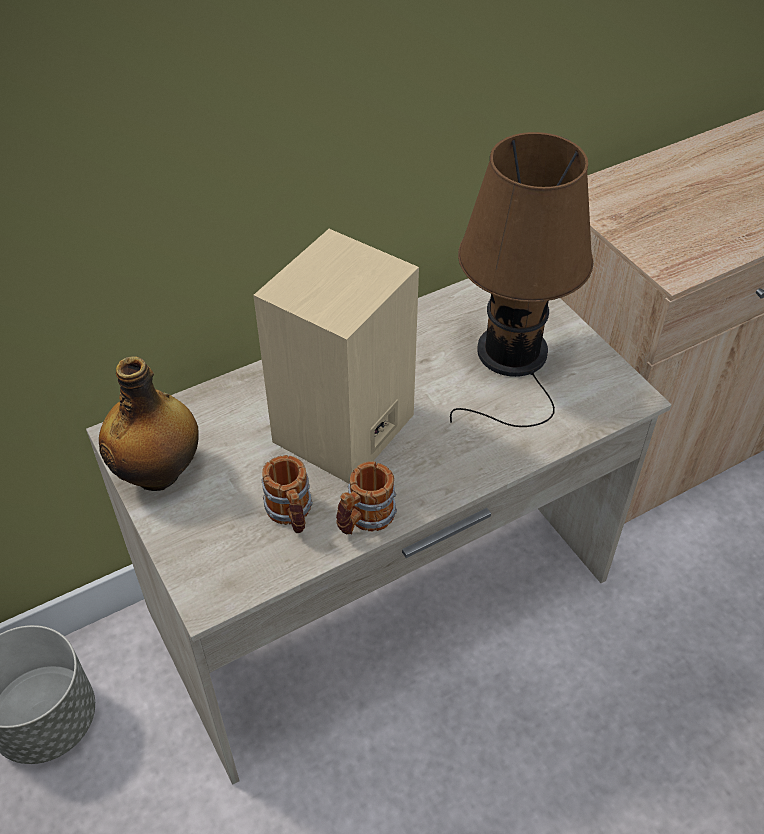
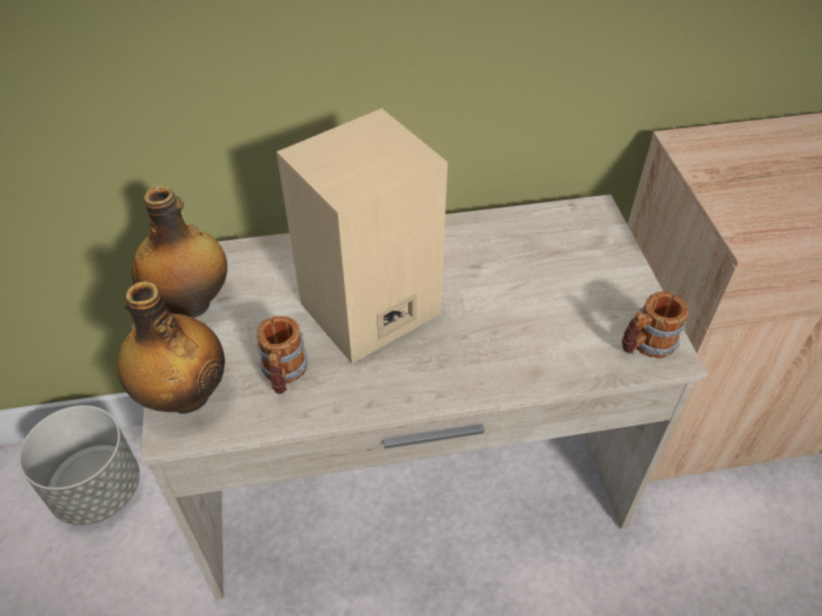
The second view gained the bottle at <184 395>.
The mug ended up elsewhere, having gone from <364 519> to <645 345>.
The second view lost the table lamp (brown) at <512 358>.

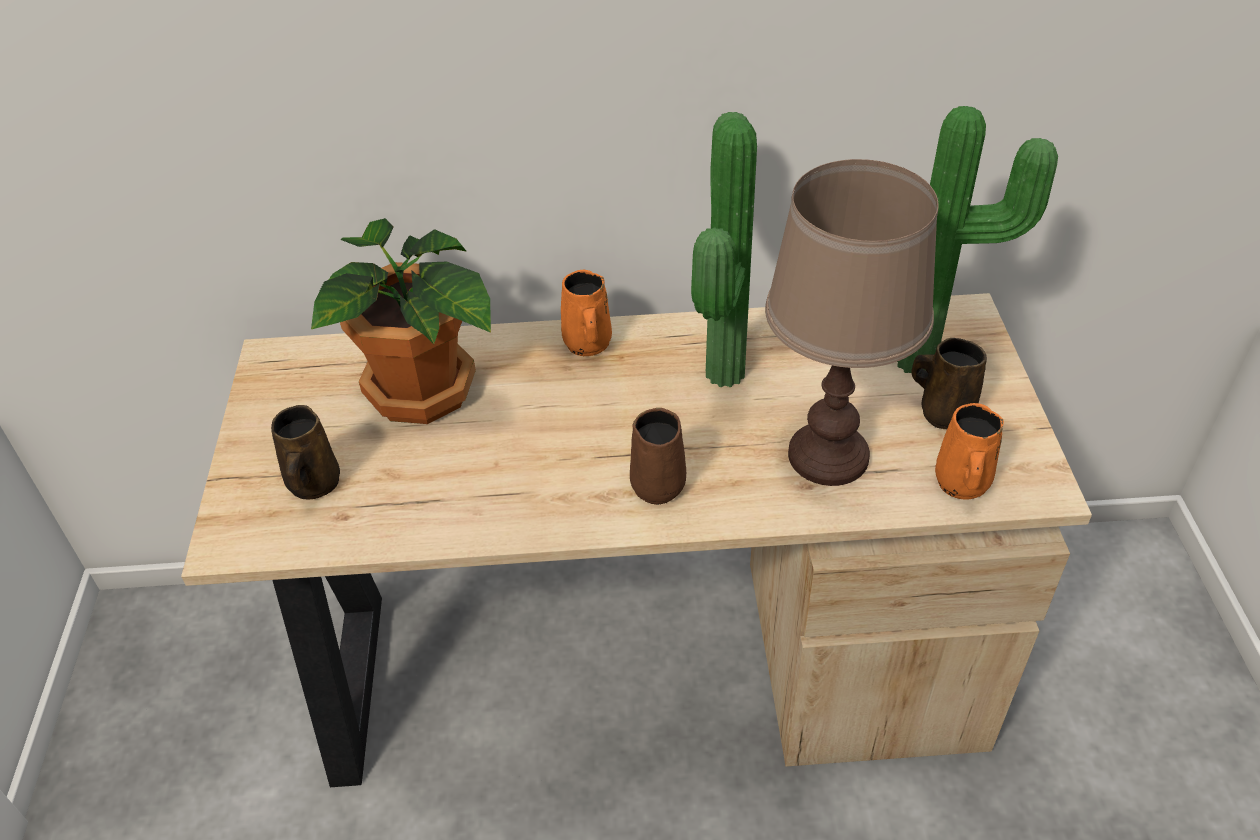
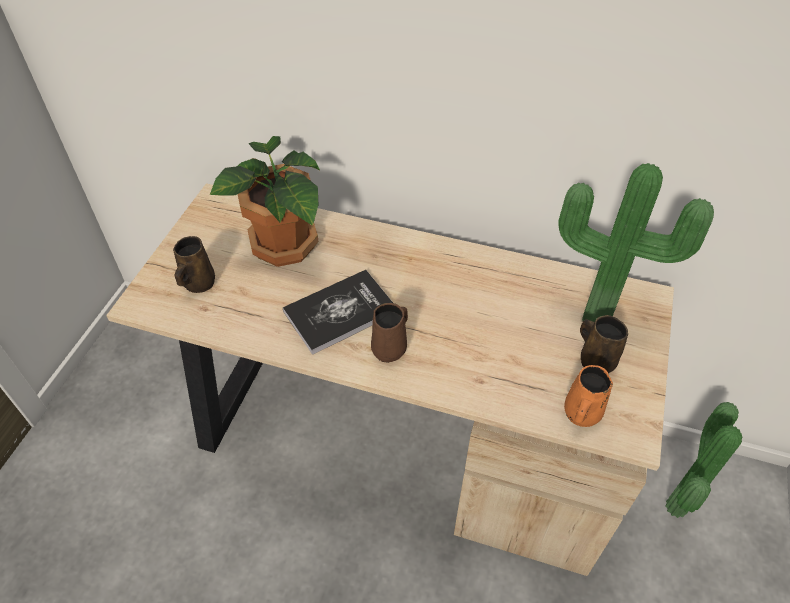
The second view gained the book at <340 312>.
The potted plant ended up elsewhere, having gone from <716 373> to <671 505>.
The second view lost the mug (orange) at <587 345>.
The second view lost the table lamp (brown) at <829 455>.

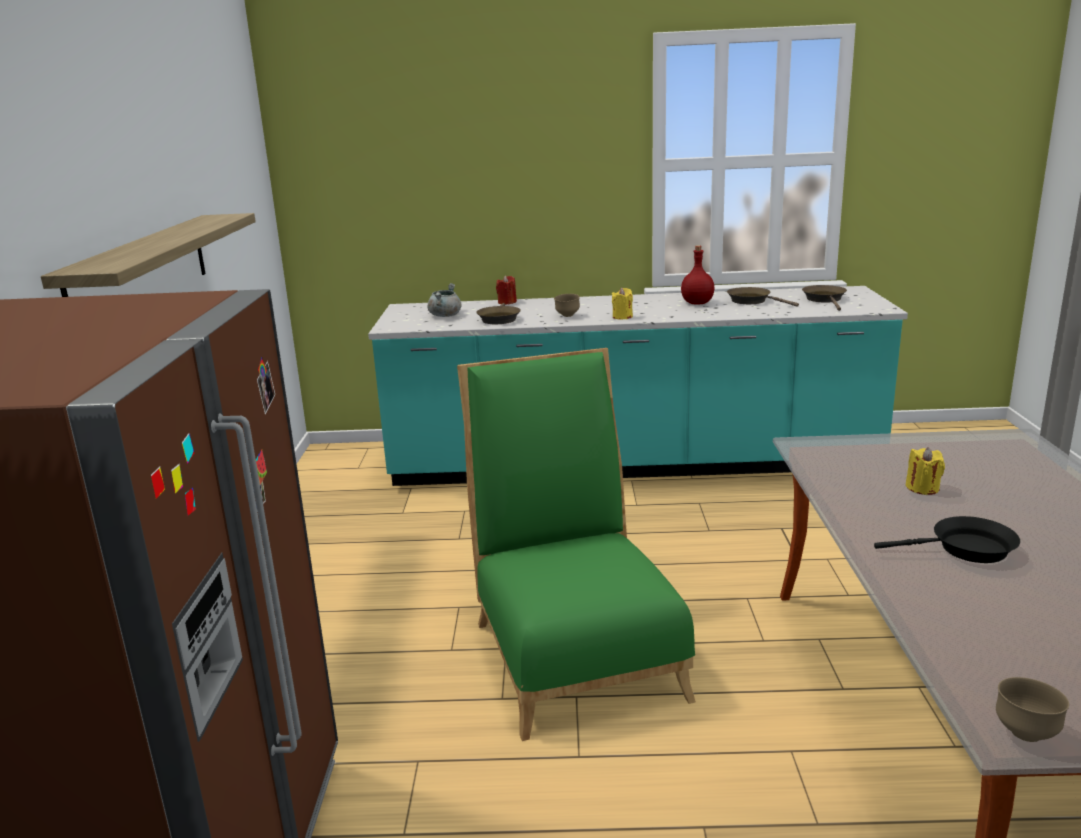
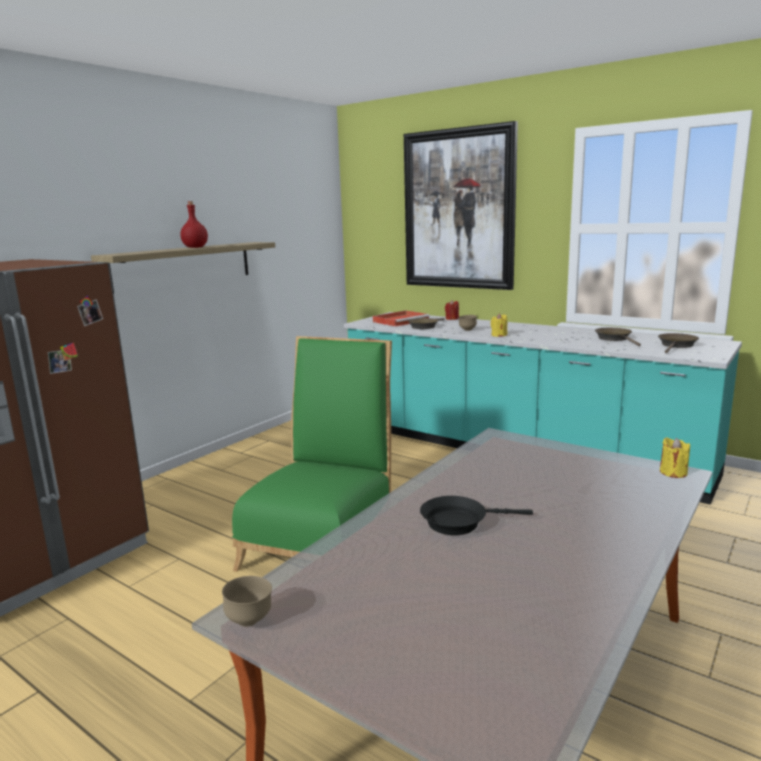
The bottle (red) ended up elsewhere, having gone from <696 303> to <195 247>.
Where the cooking pot (grey) stood at <445 315>, the tray (red) came to stand at <401 321>.
The second view gained the picture at <458 210>.
The frying pan (black) at <966 549> ended up facing another way, 135 degrees clockwise from before.
The candle (yellow) ended up elsewhere, having gone from <922 488> to <673 472>.

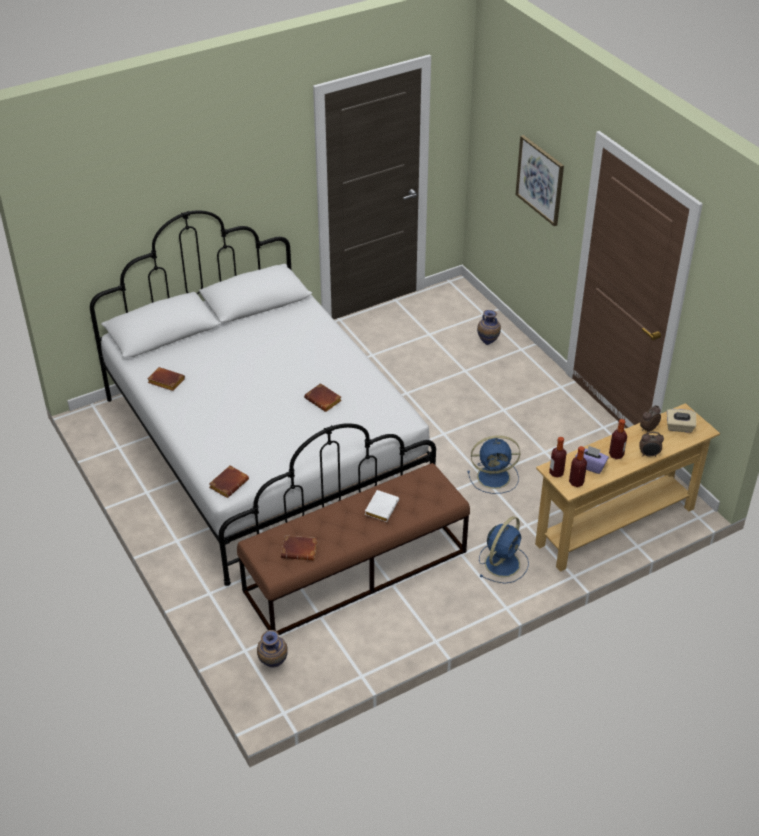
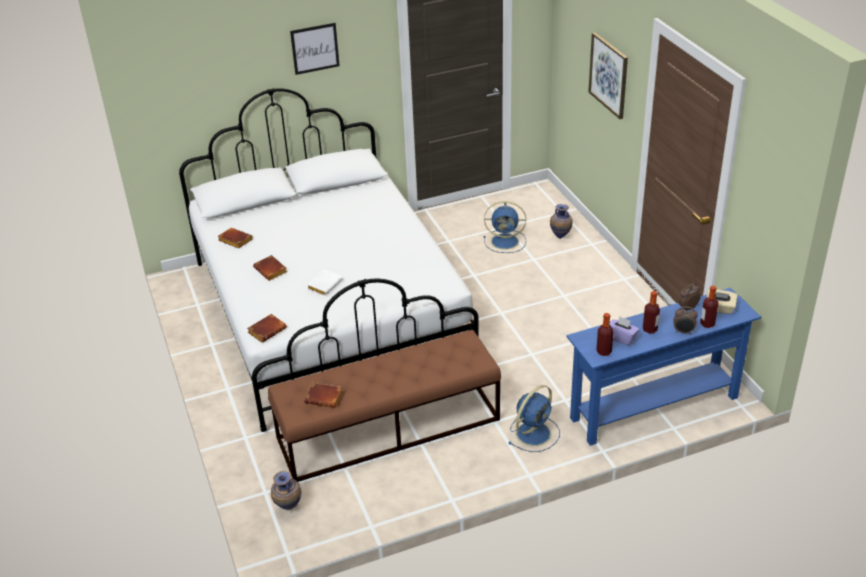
The book (brown) ended up elsewhere, having gone from <324 400> to <272 270>.
The second view gained the picture at <315 48>.
The book (white) ended up elsewhere, having gone from <381 507> to <324 284>.
The fan (blue) ended up elsewhere, having gone from <495 477> to <506 241>.
What was the console table (beige) at <616 526> turned into the console table (blue) at <654 408>.
The bottle ended up elsewhere, having gone from <556 473> to <707 324>.

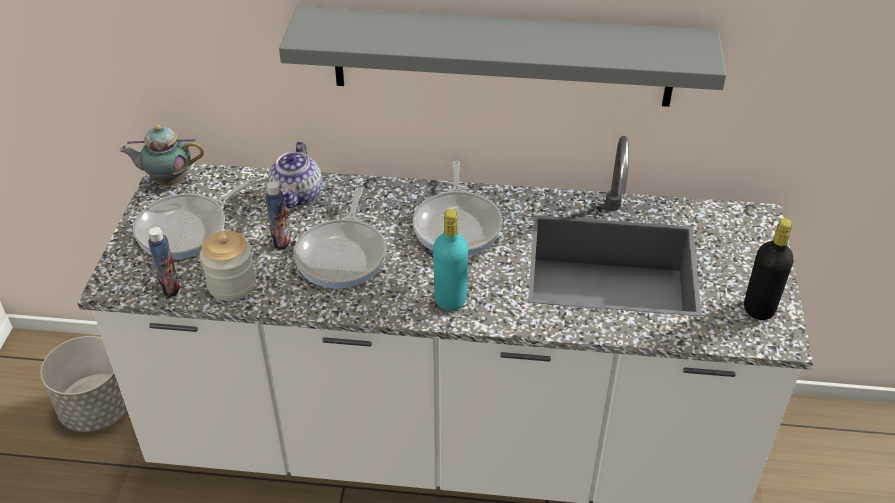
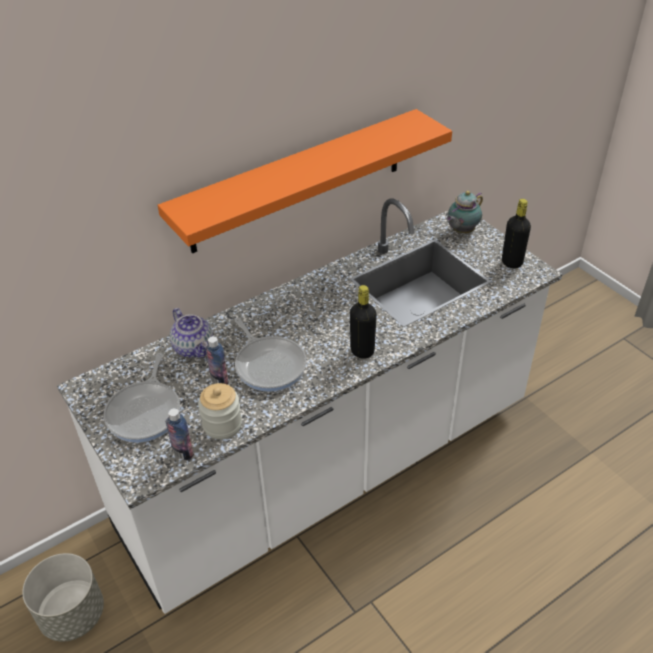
What was the shelf (grey) at <502 57> turned into the shelf (orange) at <298 181>.
What was the bottle (turquoise) at <450 299> turned into the bottle (black) at <362 351>.
The teapot ended up elsewhere, having gone from <168 180> to <461 231>.
The second view lost the frying pan at <458 225>.

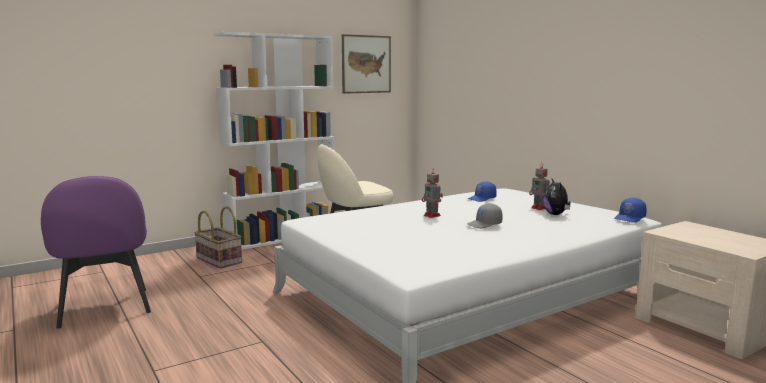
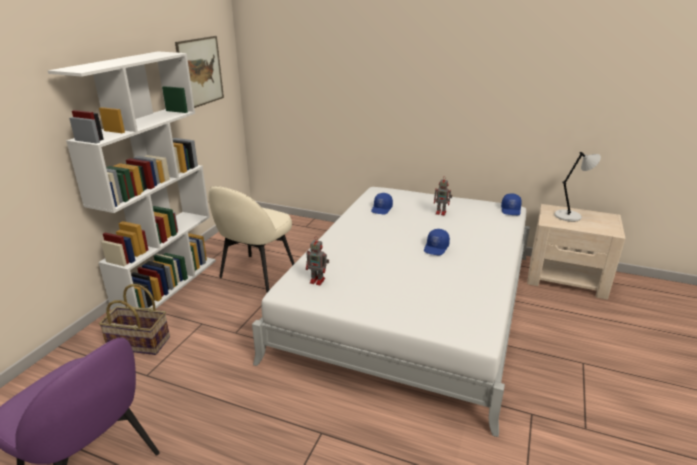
The toy robot ended up elsewhere, having gone from <432 216> to <318 281>.
What was the cap (grey) at <484 224> turned into the cap (blue) at <436 248>.
The second view gained the table lamp (grey) at <569 216>.
The second view lost the plush toy at <556 214>.

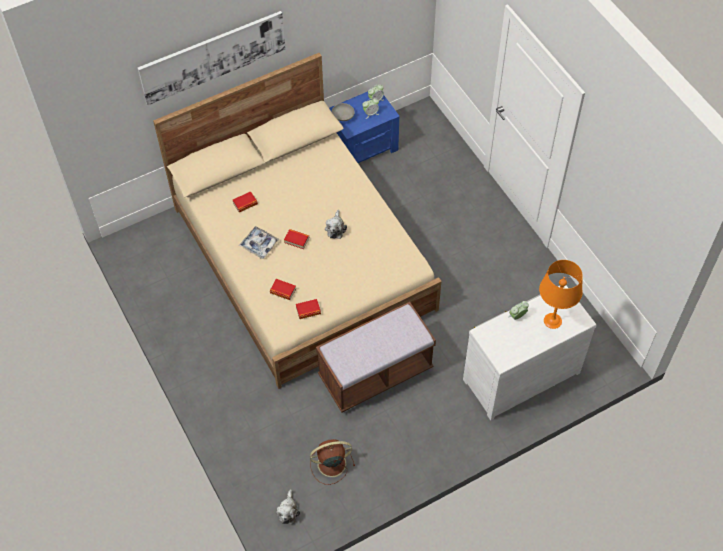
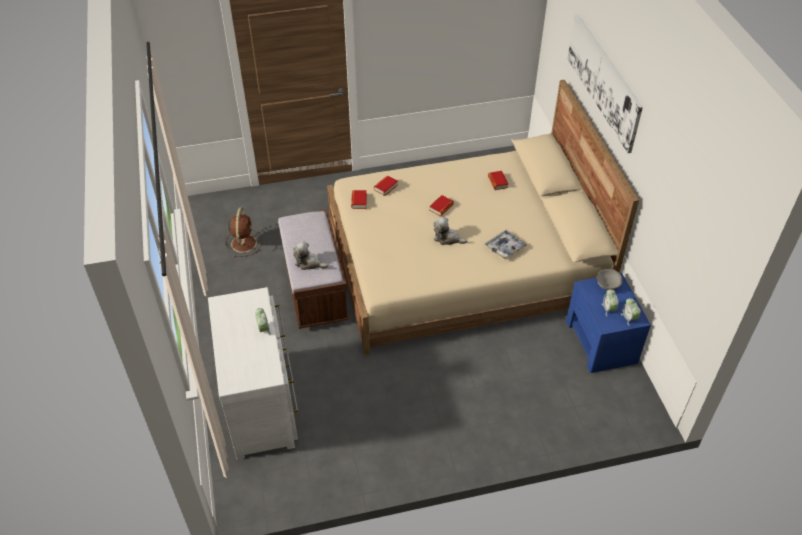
The plush toy ended up elsewhere, having gone from <288 511> to <309 263>.
The tray ended up elsewhere, having gone from <259 244> to <505 247>.
The second view lost the table lamp (orange) at <552 321>.

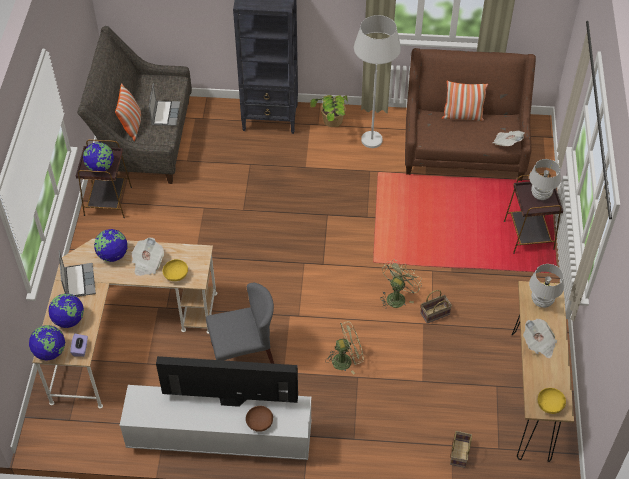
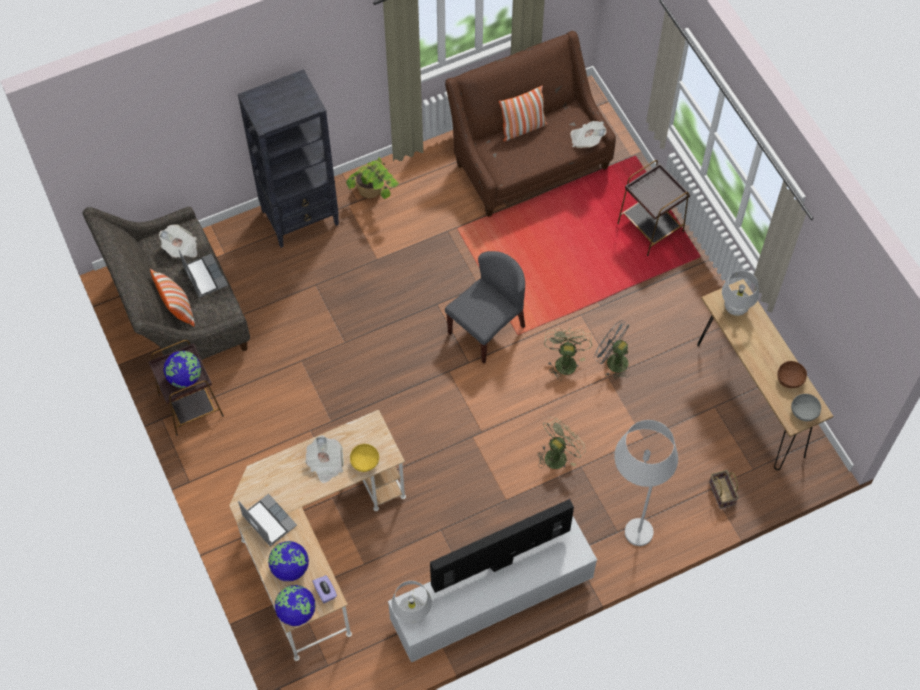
The newspaper ended up elsewhere, having gone from <538 344> to <181 248>.
The table lamp (white) ended up elsewhere, having gone from <540 195> to <412 614>.
The chair (grey) ended up elsewhere, having gone from <243 356> to <486 329>.
Where the basket stood at <434 314>, the fan (grey) came to stand at <612 361>.
The floor lamp (white) ended up elsewhere, having gone from <372 131> to <631 519>.
The bowl (brown) ended up elsewhere, having gone from <260 423> to <790 379>.
What was the bowl (yellow) at <550 405> turned into the bowl (grey) at <804 411>.
The second view lost the globe at <113 255>.

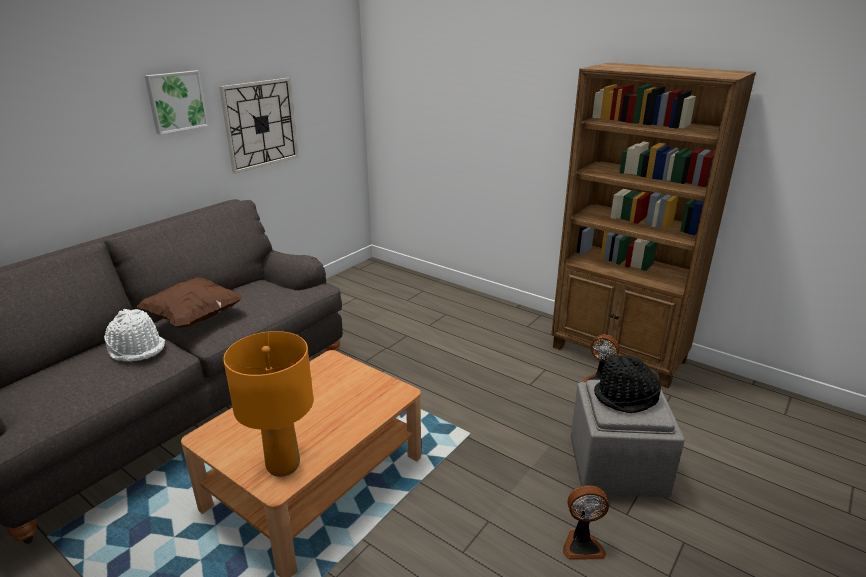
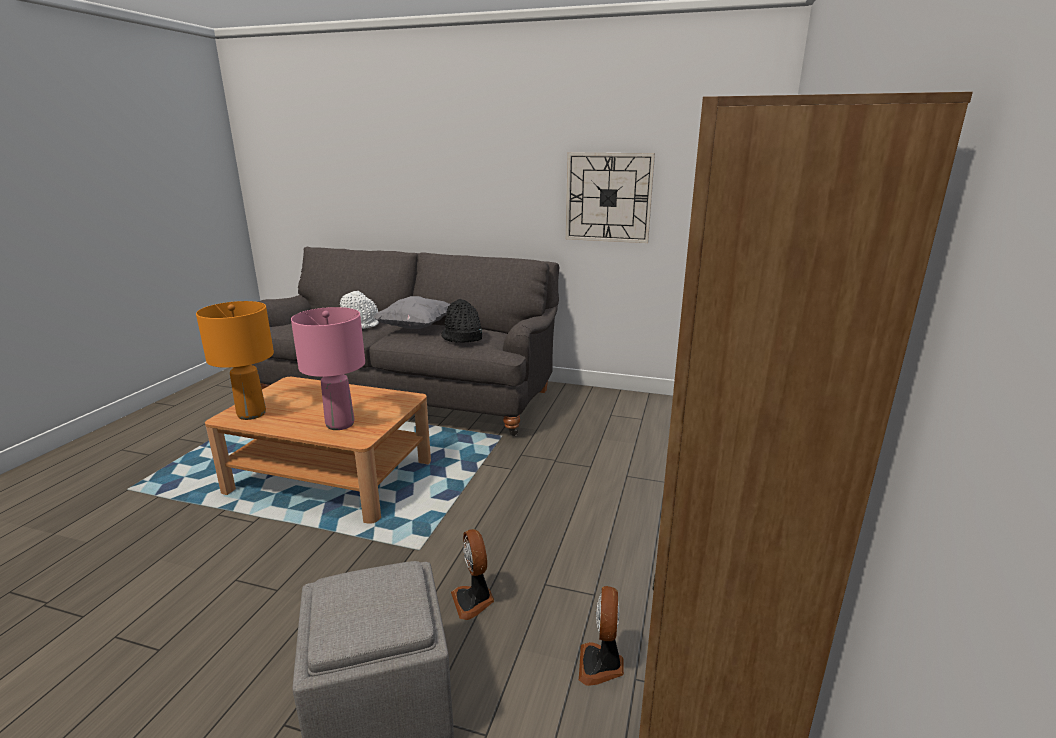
The second view gained the table lamp (pink) at <340 424>.
What was the pillow (brown) at <194 318> turned into the pillow (grey) at <415 327>.
The hat (black) ended up elsewhere, having gone from <625 398> to <462 337>.
The fan ended up elsewhere, having gone from <582 544> to <474 600>.
The second view lost the picture at <176 101>.

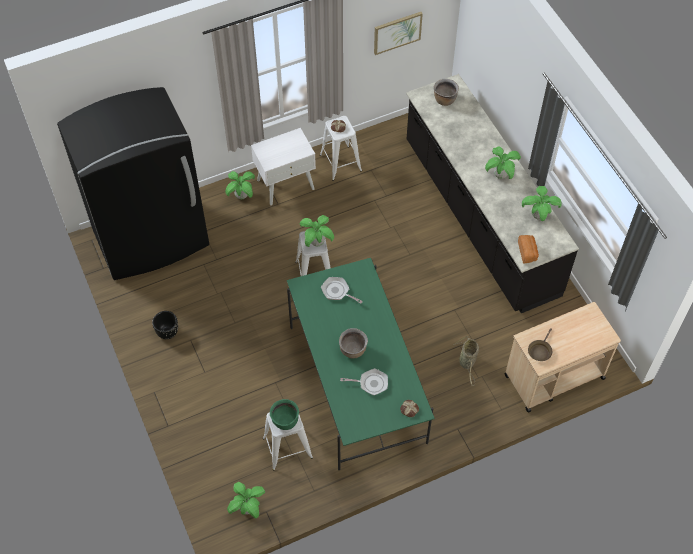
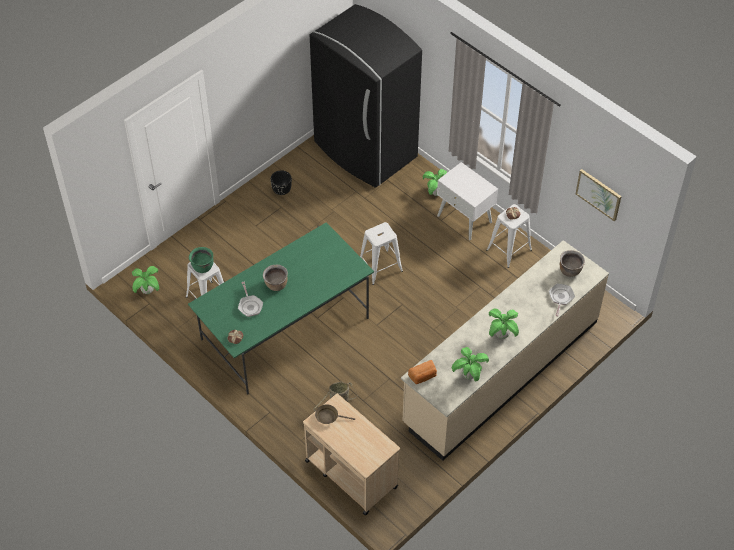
What was the counter (black) at <479 218> turned into the counter (beige) at <501 372>.
The frying pan ended up elsewhere, having gone from <337 291> to <560 298>.
The second view lost the potted plant at <317 242>.

